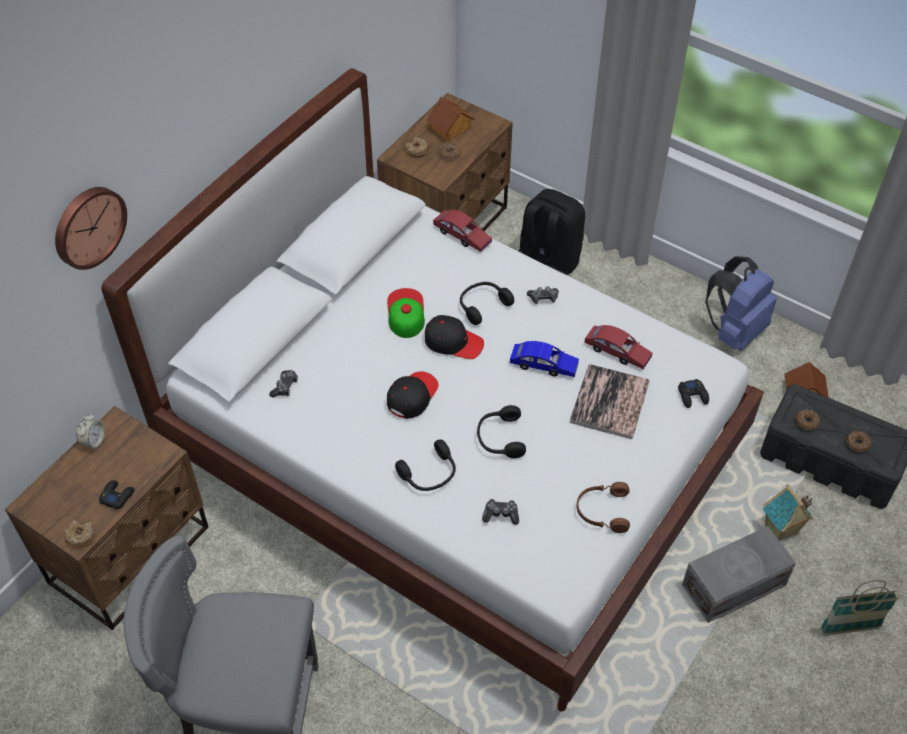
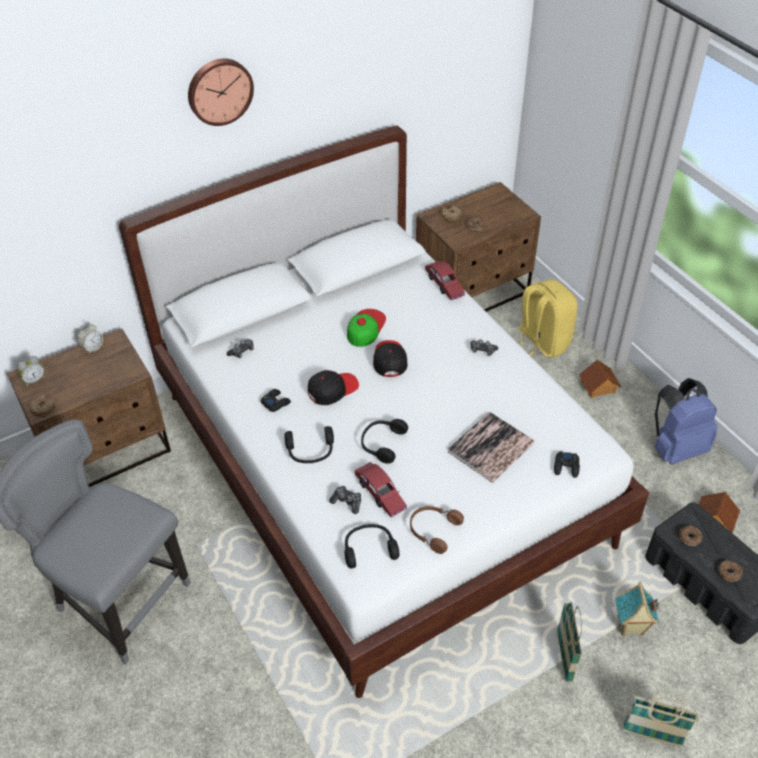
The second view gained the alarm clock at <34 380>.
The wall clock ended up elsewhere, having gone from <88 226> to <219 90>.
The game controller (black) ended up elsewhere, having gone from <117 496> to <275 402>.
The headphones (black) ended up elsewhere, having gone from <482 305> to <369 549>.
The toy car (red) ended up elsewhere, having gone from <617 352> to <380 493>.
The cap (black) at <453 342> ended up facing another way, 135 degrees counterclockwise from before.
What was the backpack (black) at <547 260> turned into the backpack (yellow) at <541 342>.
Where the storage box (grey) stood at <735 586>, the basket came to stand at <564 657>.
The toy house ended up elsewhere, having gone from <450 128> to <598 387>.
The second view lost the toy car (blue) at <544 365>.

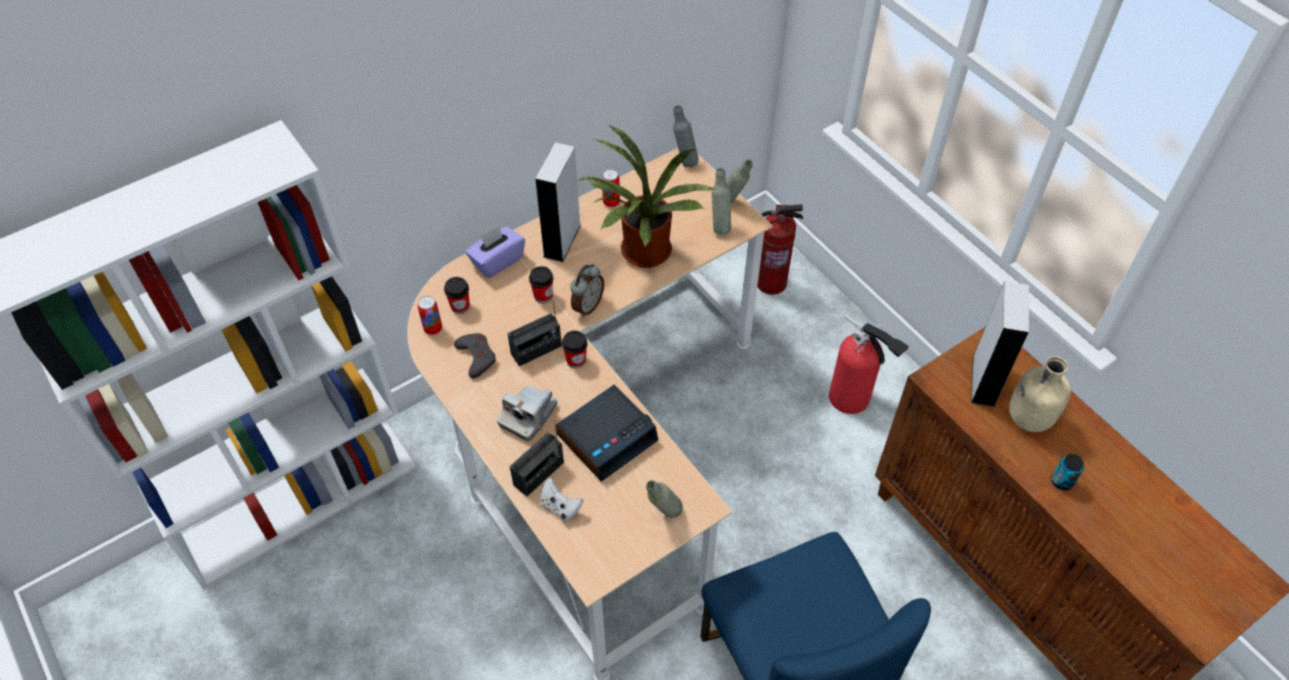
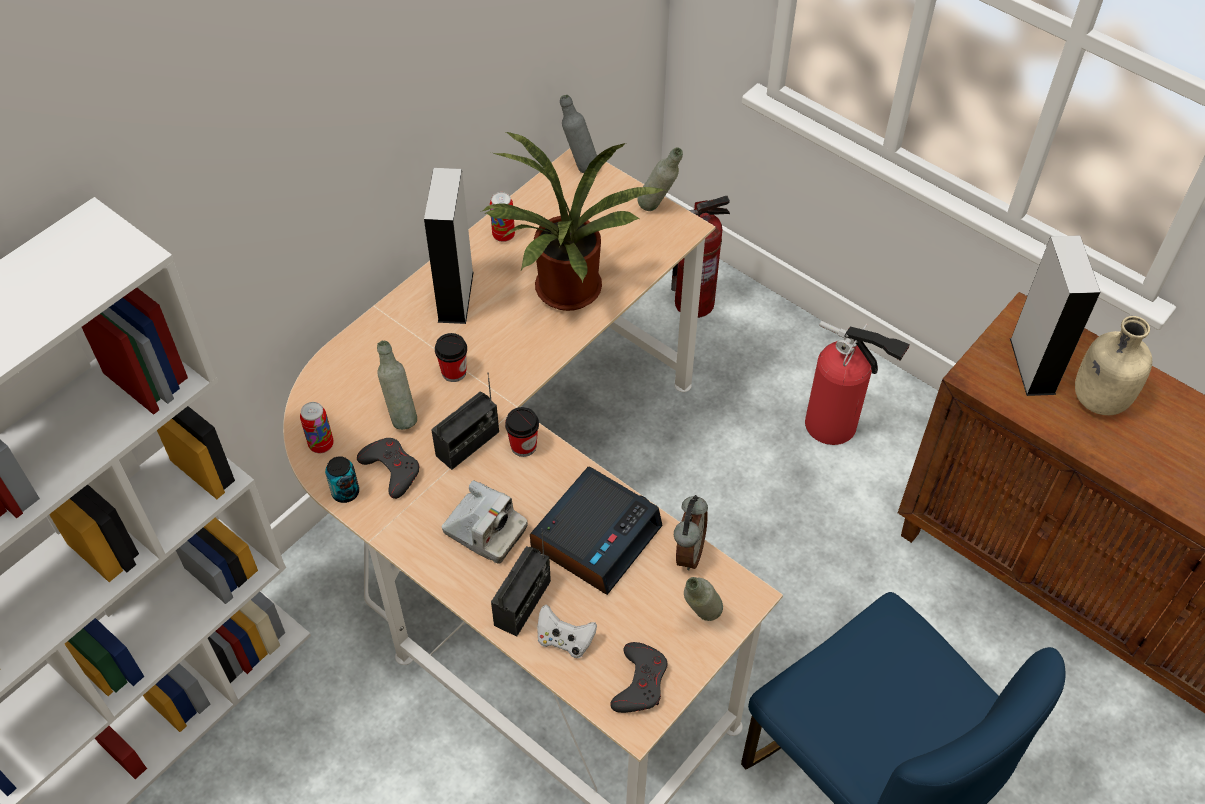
The can ended up elsewhere, having gone from <1062 481> to <345 492>.
The bottle (grey) ended up elsewhere, having gone from <719 226> to <401 415>.
The photo camera at <528 416> ended up facing another way, 75 degrees counterclockwise from before.
The second view gained the game controller (grey) at <640 682>.
The alarm clock ended up elsewhere, having gone from <587 306> to <688 552>.
The second view lost the cup at <460 306>.
The second view lost the tissue box (purple) at <497 261>.

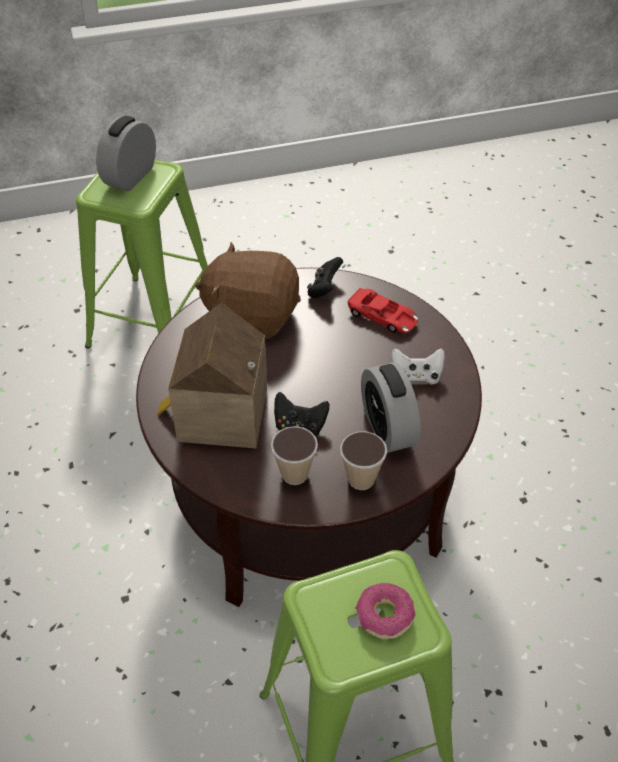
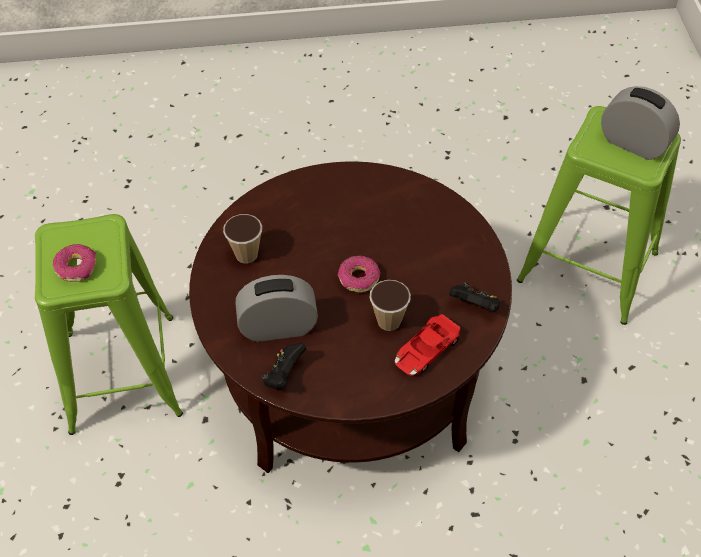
The game controller (black) ended up elsewhere, having gone from <300 425> to <284 374>.
The second view gained the donut at <358 278>.
The cup ended up elsewhere, having gone from <361 479> to <389 321>.
The second view lost the toy house at <217 415>.
The second view lost the plush toy (brown) at <252 314>.
The second view lost the game controller (white) at <416 376>.

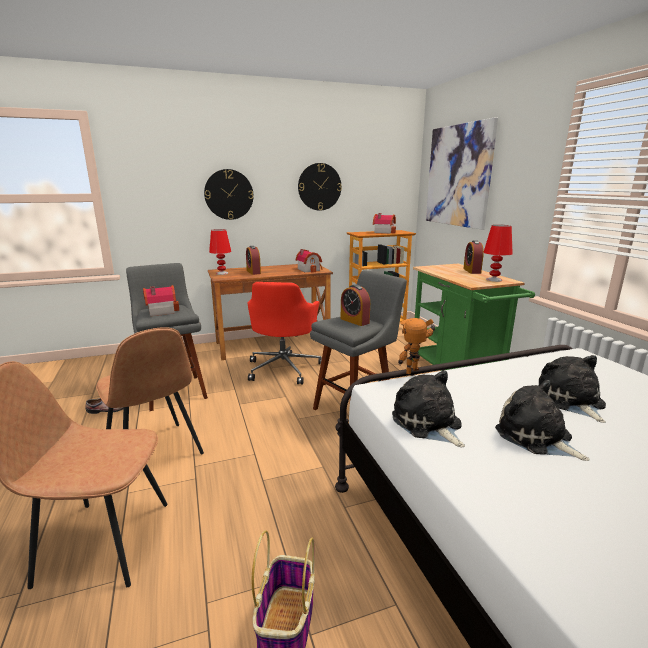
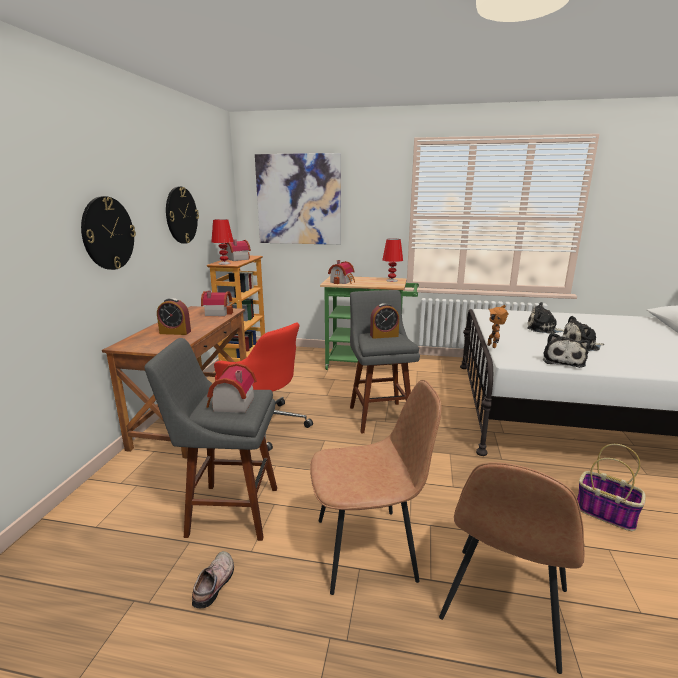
The table lamp (red) ended up elsewhere, having gone from <222 273> to <224 263>.
The second view gained the toy house at <343 281>.
The plush toy at <428 424> ended up facing another way, 75 degrees counterclockwise from before.
The second view lost the alarm clock at <472 271>.

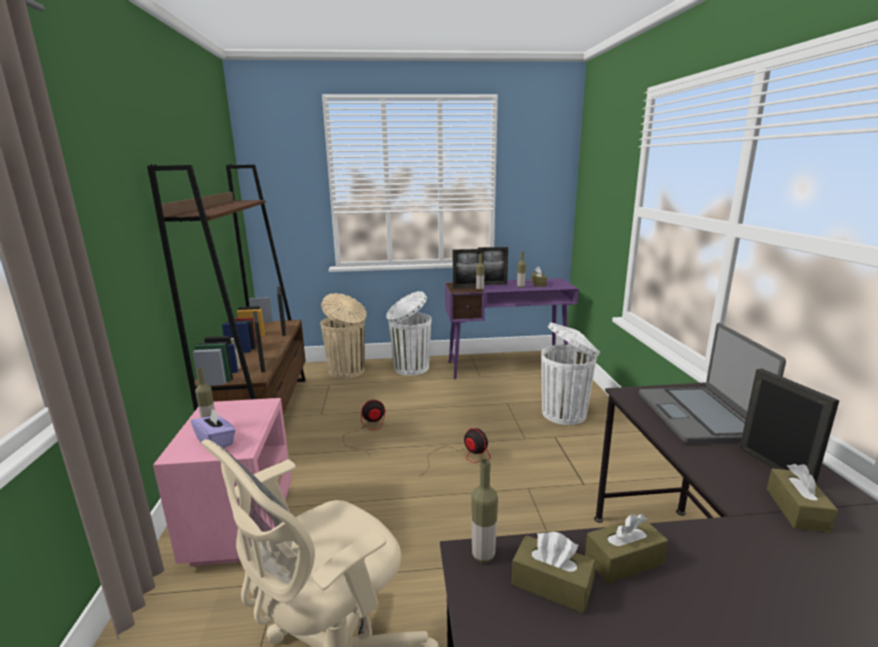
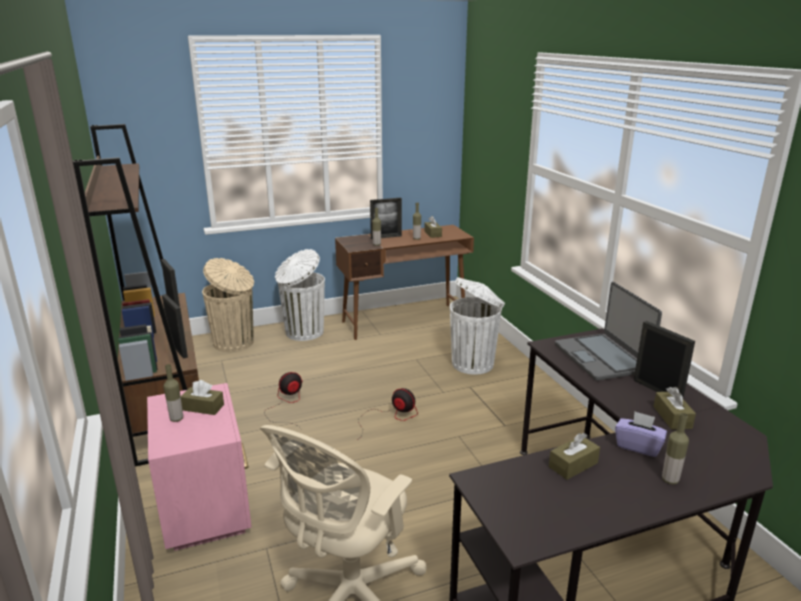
The tissue box (brown) ended up elsewhere, having gone from <552 584> to <203 407>.
What was the desk (purple) at <507 367> turned into the desk (brown) at <404 321>.
The tissue box (purple) ended up elsewhere, having gone from <216 442> to <638 446>.
The bottle ended up elsewhere, having gone from <483 555> to <670 480>.
The second view lost the picture frame at <467 287>.

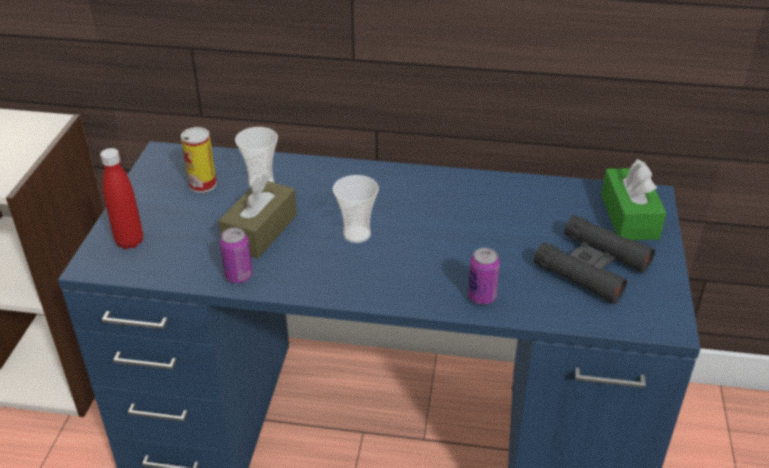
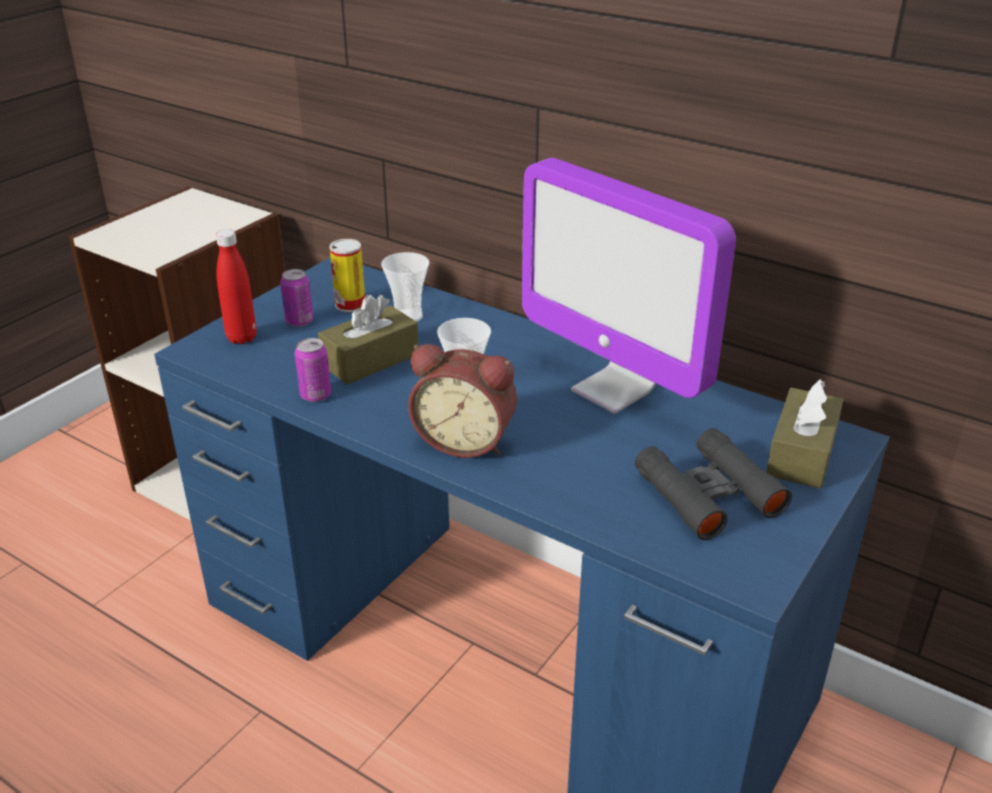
The can ended up elsewhere, having gone from <481 297> to <299 321>.
The second view gained the alarm clock at <465 440>.
The second view gained the monitor at <613 390>.
What was the tissue box (green) at <629 216> turned into the tissue box (brown) at <801 454>.

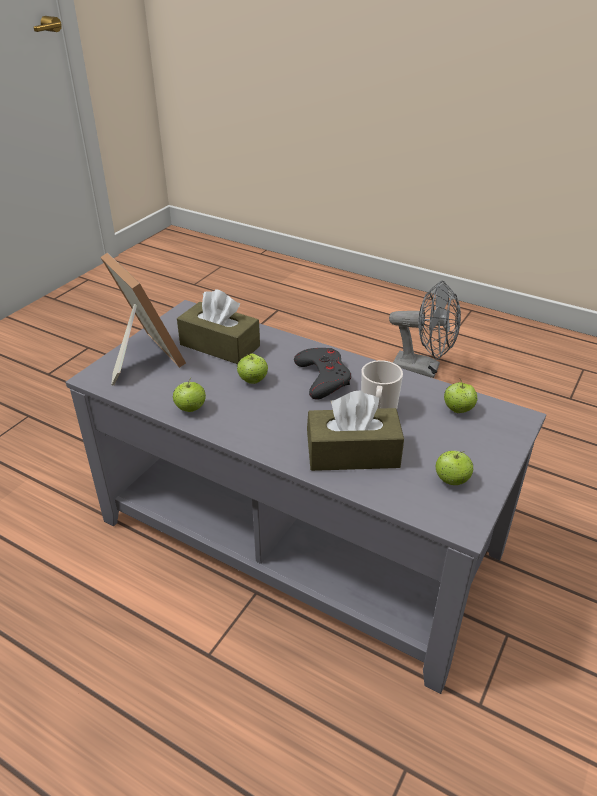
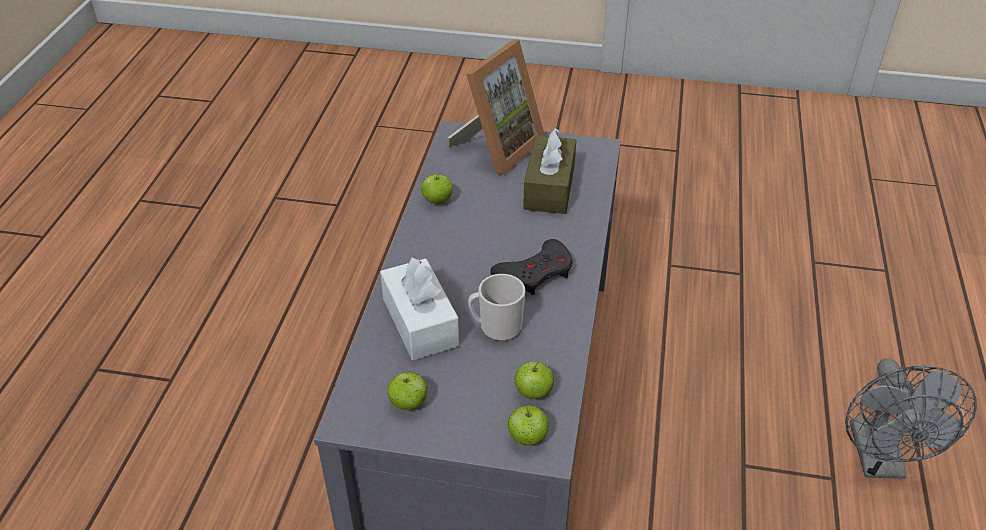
What was the tissue box (brown) at <353 453> turned into the tissue box (white) at <420 322>.
The apple ended up elsewhere, having gone from <253 381> to <527 438>.

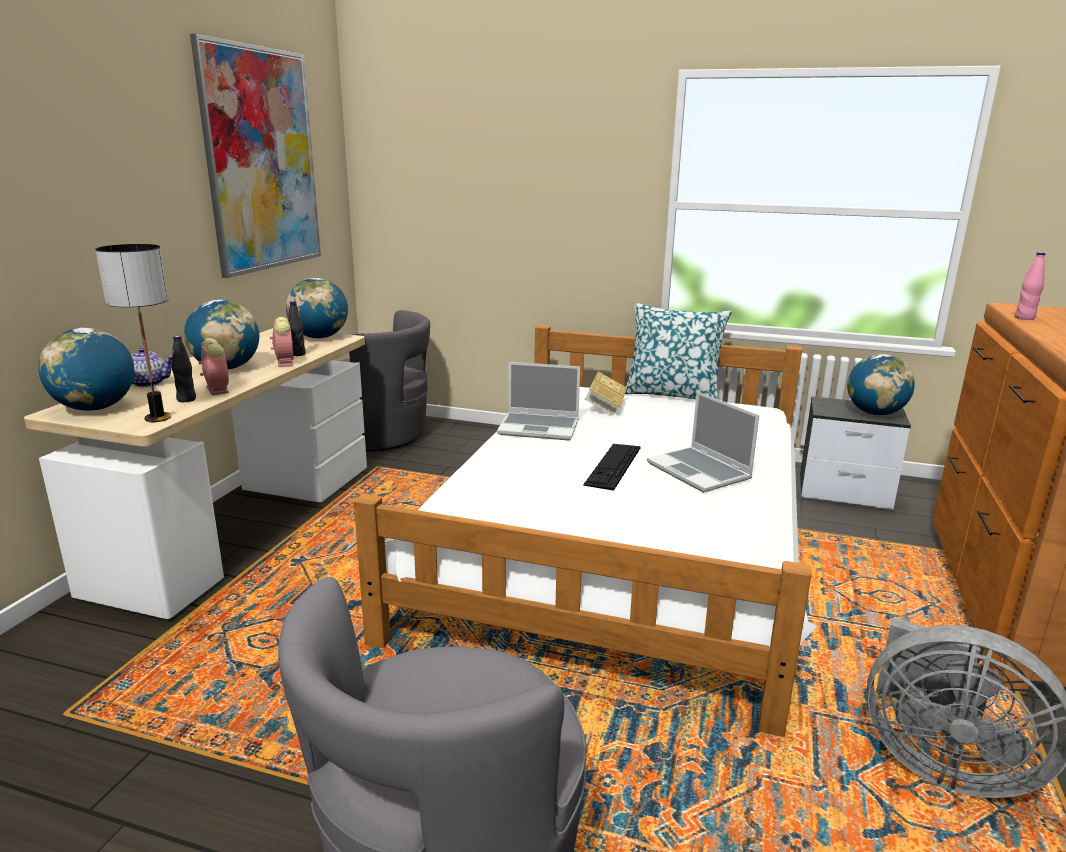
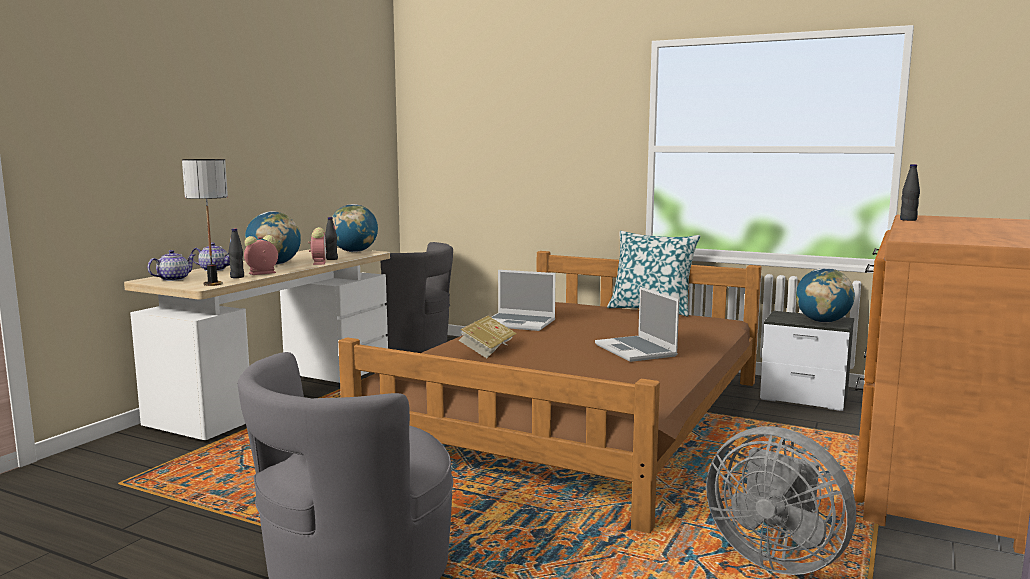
Where the globe stood at <95 408>, the teapot came to stand at <173 279>.
The alarm clock at <217 389> ended up facing another way, 105 degrees counterclockwise from before.
What was the bed (white) at <620 542> turned into the bed (brown) at <578 418>.
The book ended up elsewhere, having gone from <605 406> to <487 350>.
What was the bottle (pink) at <1024 318> turned into the bottle (black) at <908 220>.
The second view lost the picture at <262 160>.
The second view lost the keyboard at <613 465>.

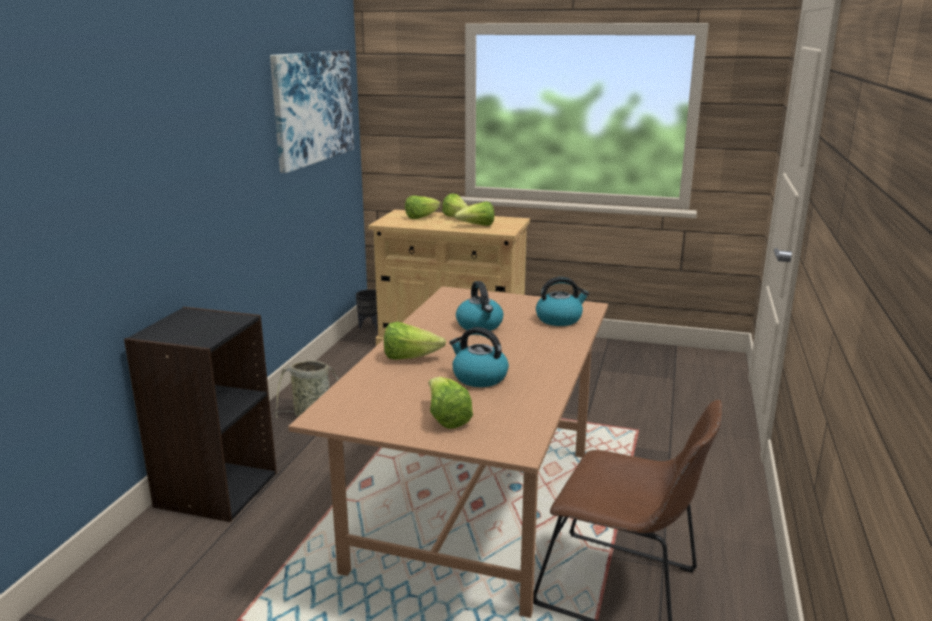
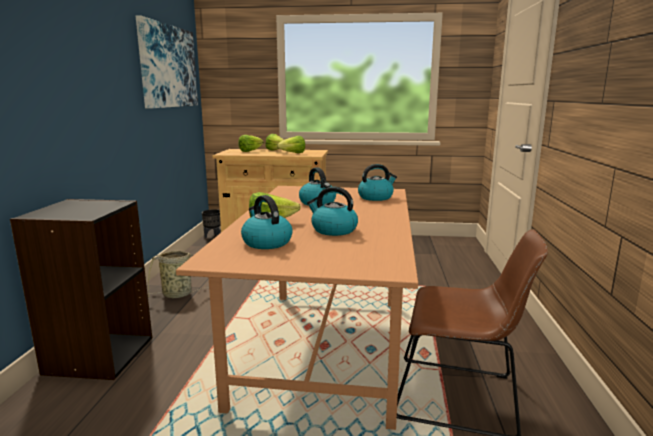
The second view gained the kettle at <266 242>.
The second view lost the lettuce at <446 418>.

